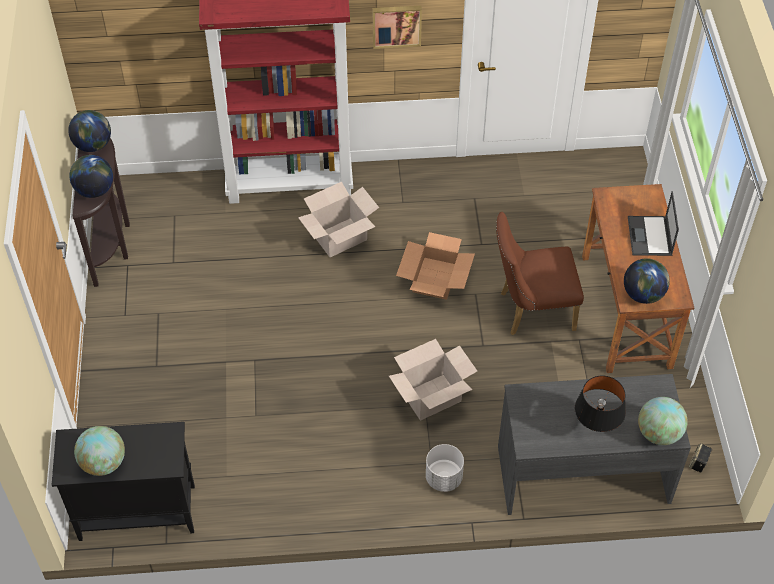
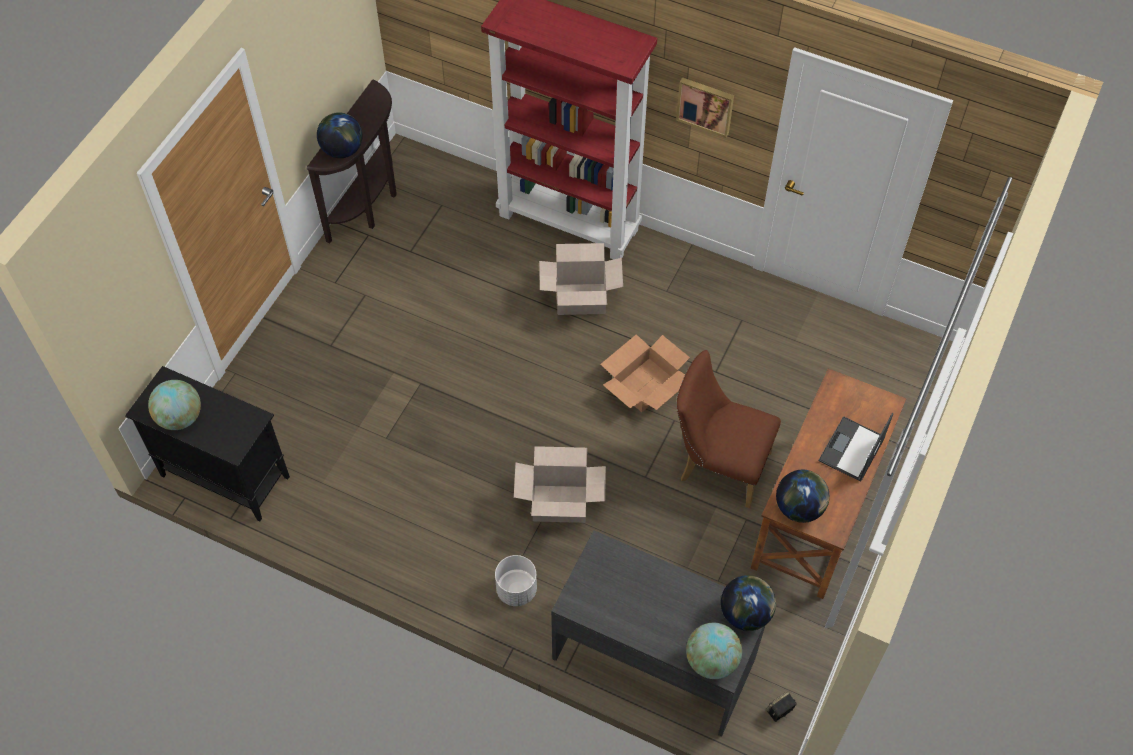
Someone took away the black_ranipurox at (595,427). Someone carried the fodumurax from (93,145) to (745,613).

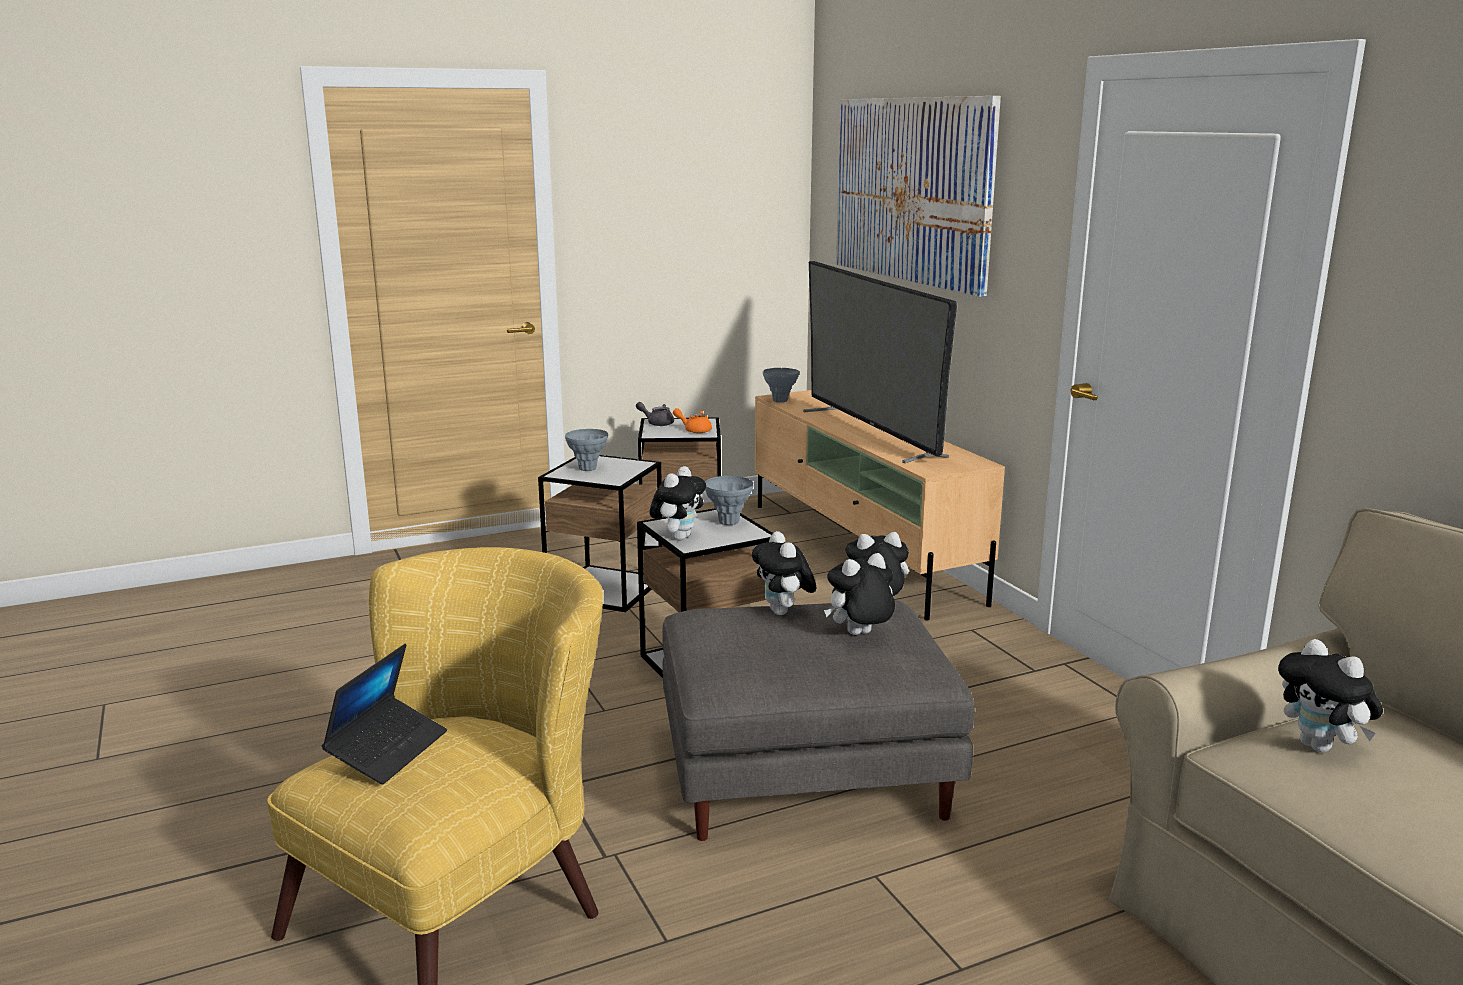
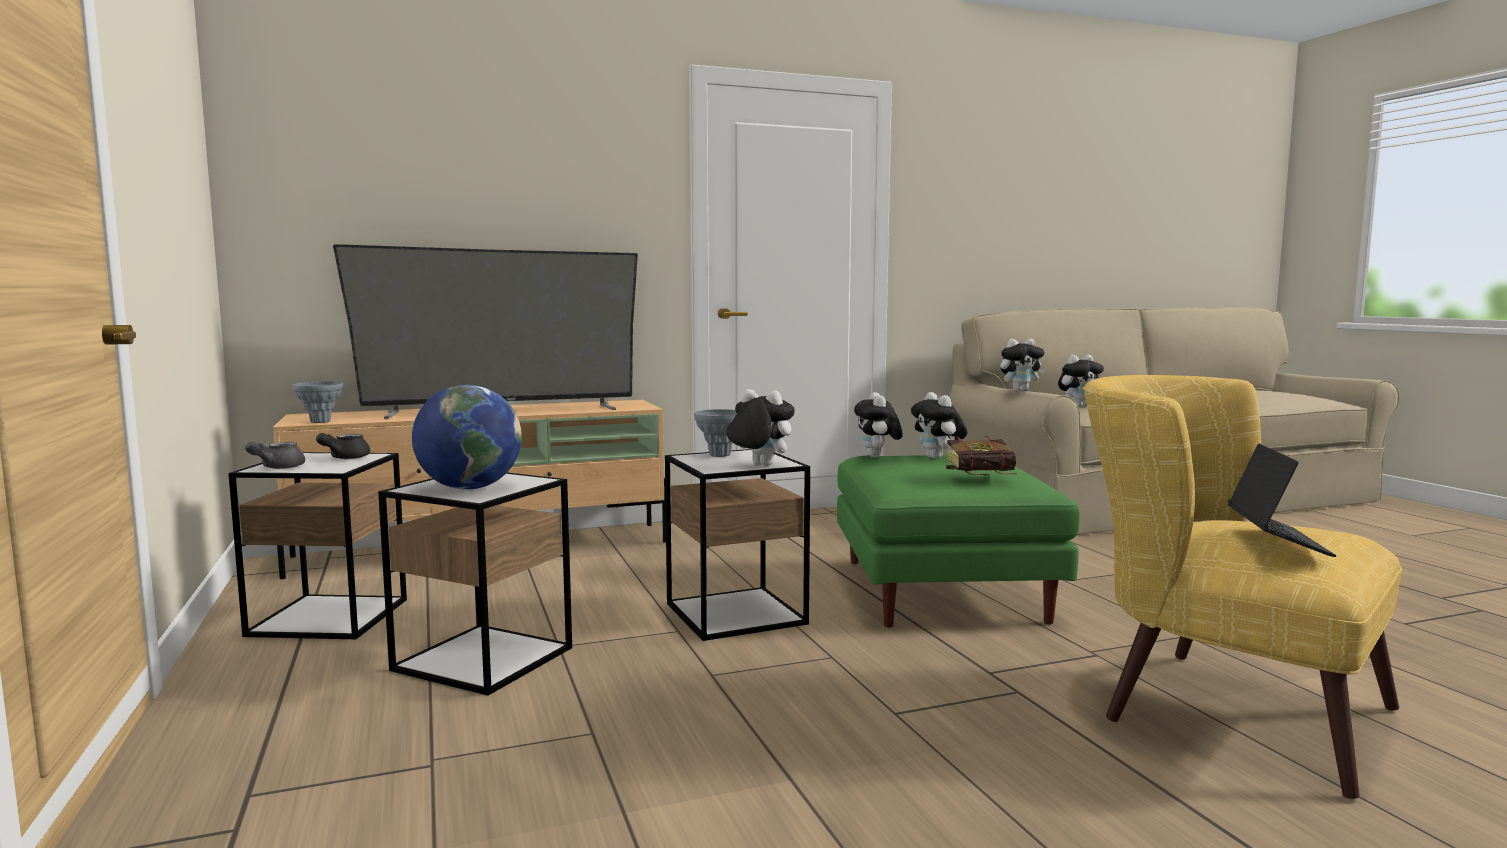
Someone took away the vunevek at (911,190). Someone put down the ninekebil at (986,477). Someone carried the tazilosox from (783,612) to (1020,391). Someone swapped the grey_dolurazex at (587,469) for the fodumurax at (469,488). Someone repainted the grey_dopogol at (802,777), which became the green_dopogol at (944,591). Someone repainted the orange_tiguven at (694,430), which became the black_tiguven at (344,458). Someone rotated the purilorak at (388,750) by 75 degrees clockwise.

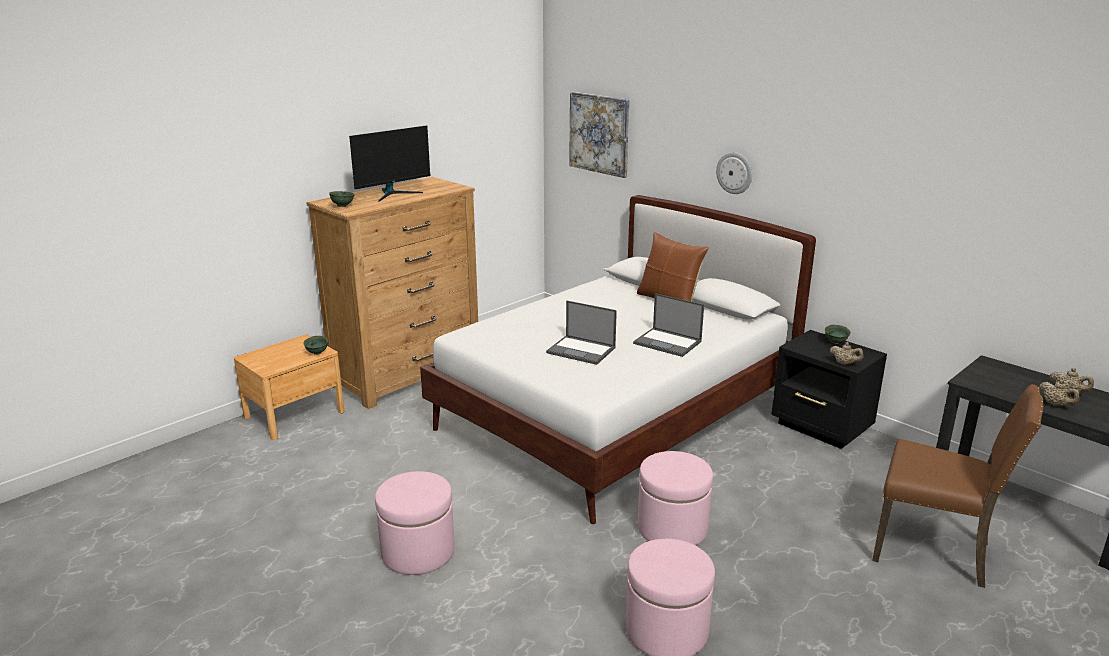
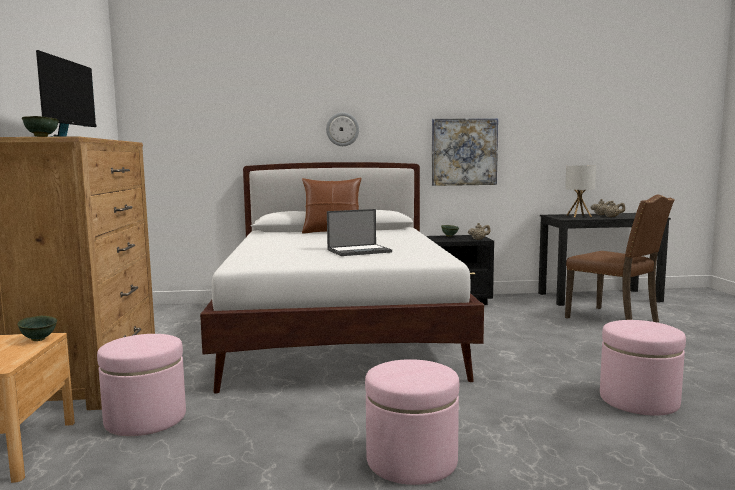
Someone took away the purilorak at (668,342). Someone put down the ranipurox at (578,216). Someone carried the vunevek from (599,134) to (464,152). Someone carried the pink_dopogol from (672,528) to (145,419). Someone rotated the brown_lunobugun at (934,550) by 75 degrees clockwise.

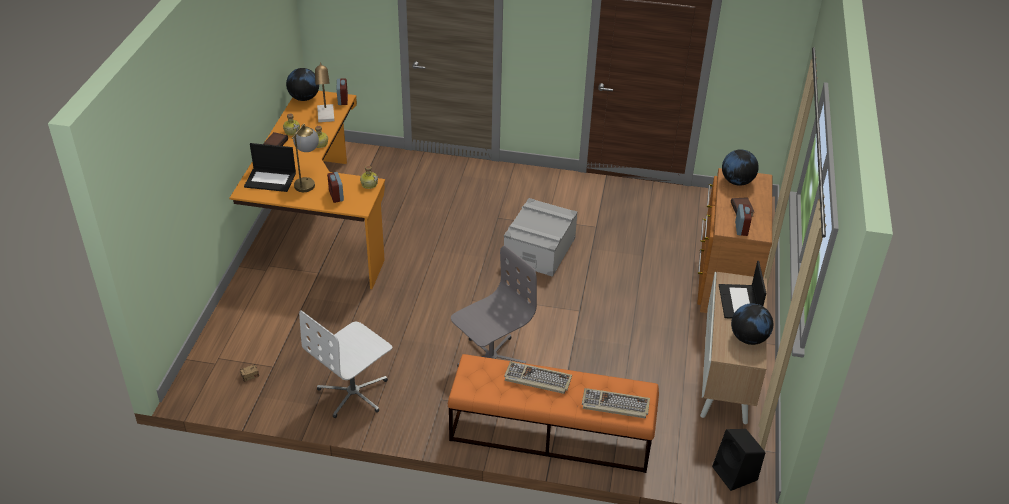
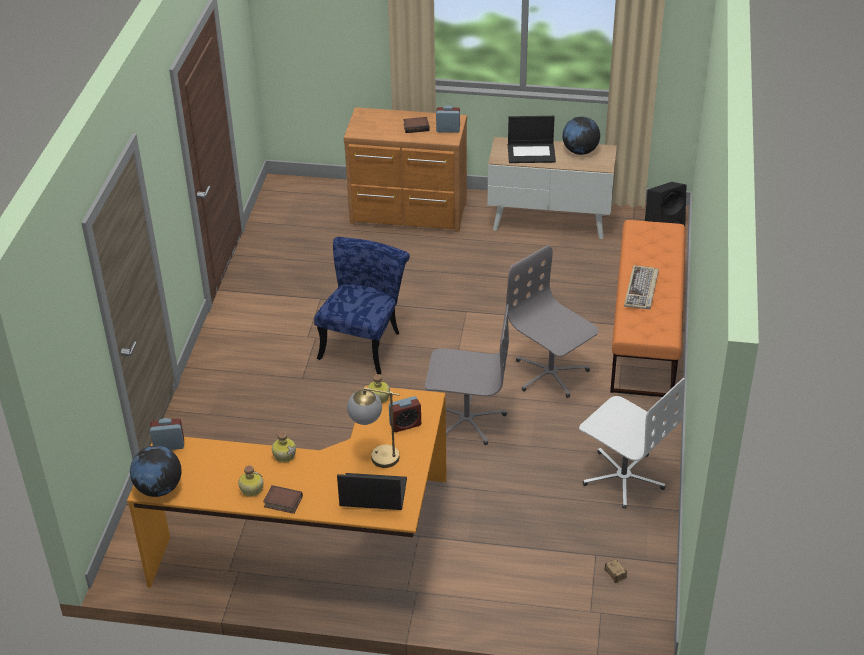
Someone took away the ranipurox at (326,116). Someone took away the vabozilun at (614,405). Someone took away the fodumurax at (737,181). Someone put down the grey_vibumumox at (466,420). Someone swapped the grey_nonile at (539,250) for the blue_lunobugun at (364,342). Someone rotated the purilorak at (271,180) by 90 degrees counterclockwise.

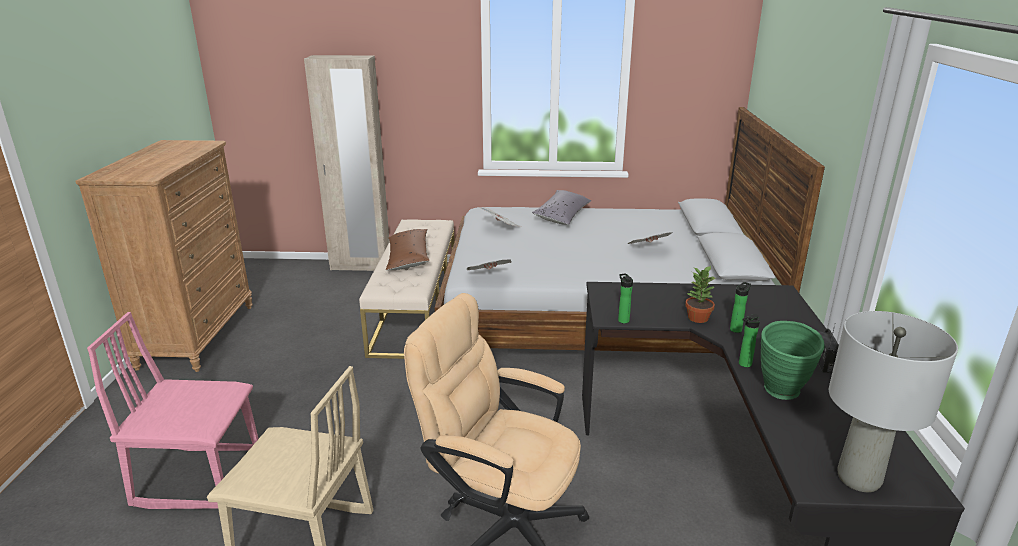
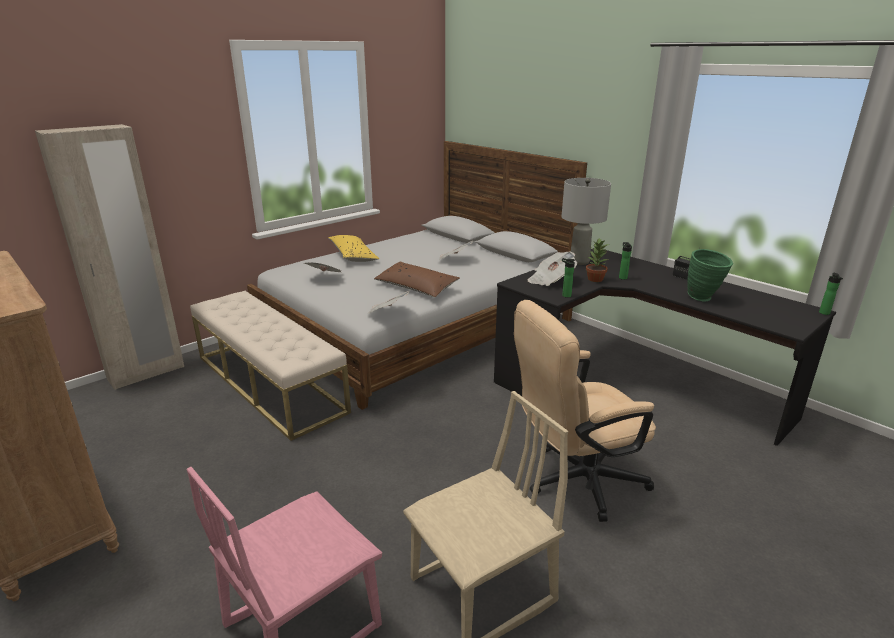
Someone put down the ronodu at (550,280). Someone carried the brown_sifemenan from (408,257) to (416,287). Someone carried the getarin from (743,364) to (825,313). Someone carried the grey_ranipurox from (859,478) to (579,261). Someone repainted the grey_sifemenan at (562,215), which became the yellow_sifemenan at (353,256).

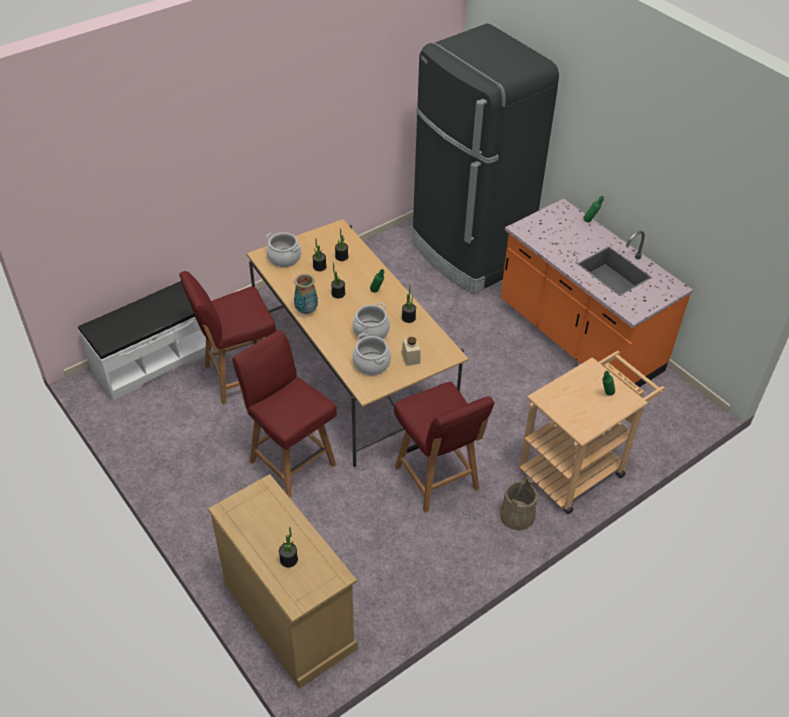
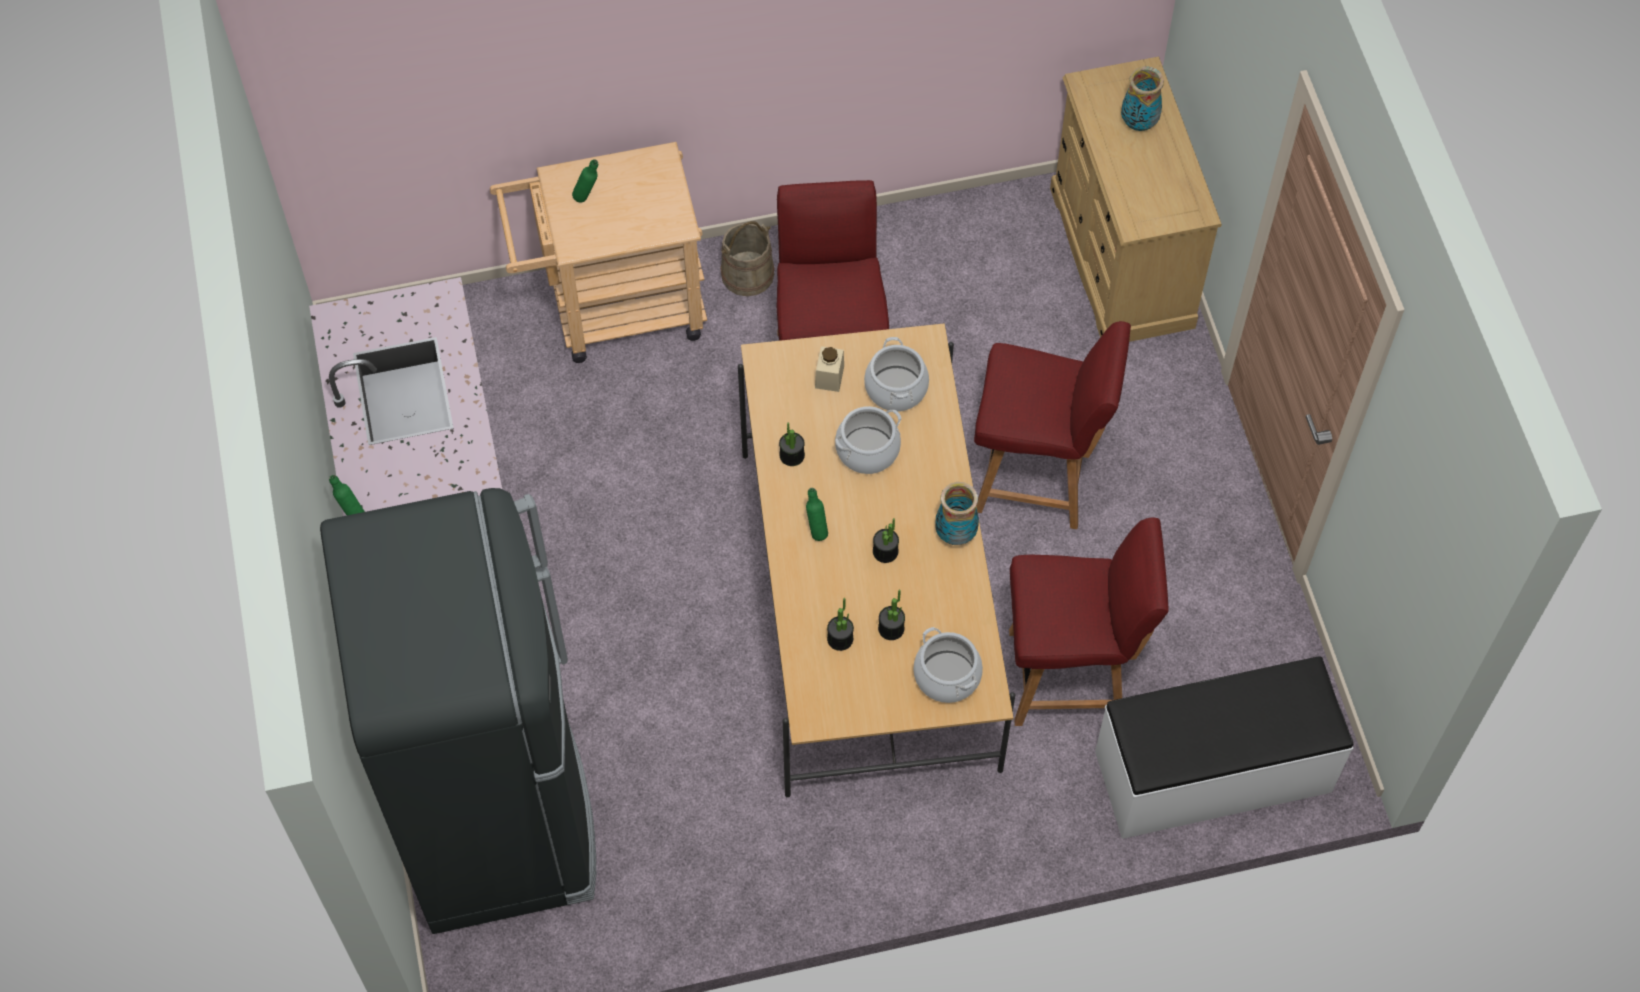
Someone swapped the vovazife at (288,560) for the dolurazex at (1138,123). Someone rotated the red_lunobugun at (291,461) by 60 degrees counterclockwise.

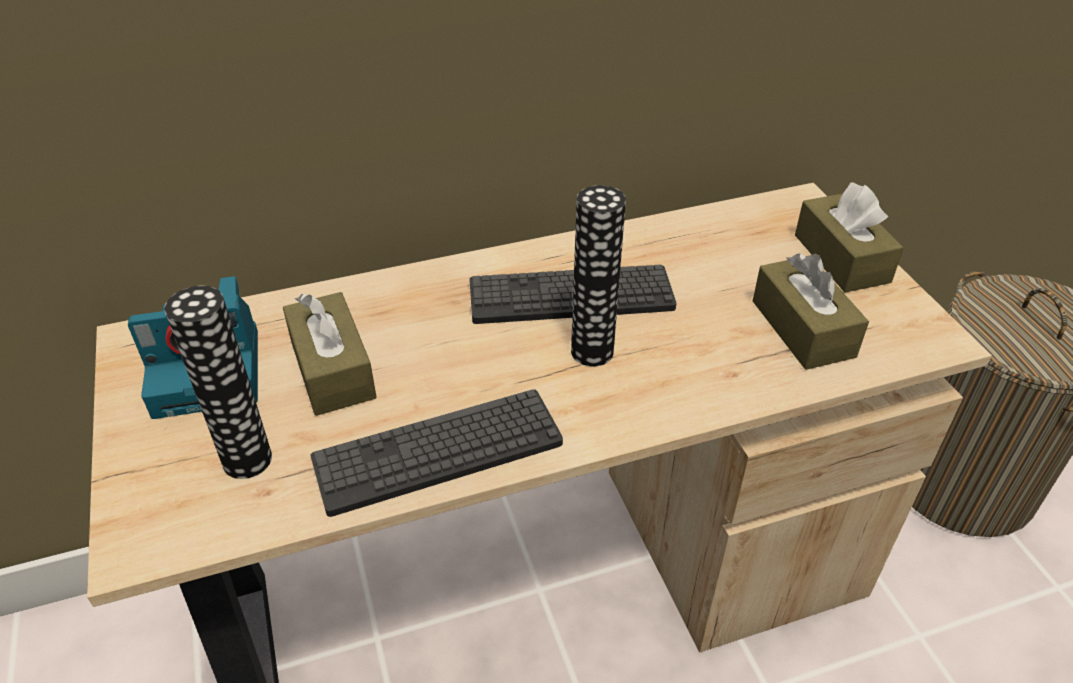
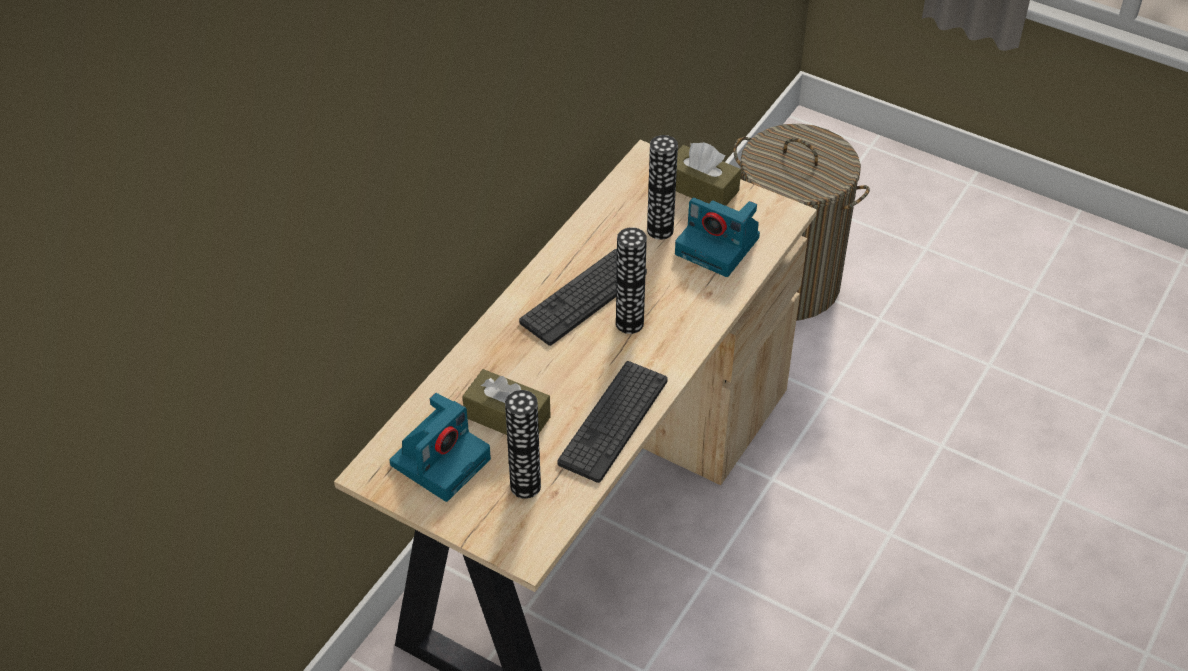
Someone put down the dolurazex at (660,230). Someone swapped the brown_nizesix at (802,328) for the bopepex at (719,246).

